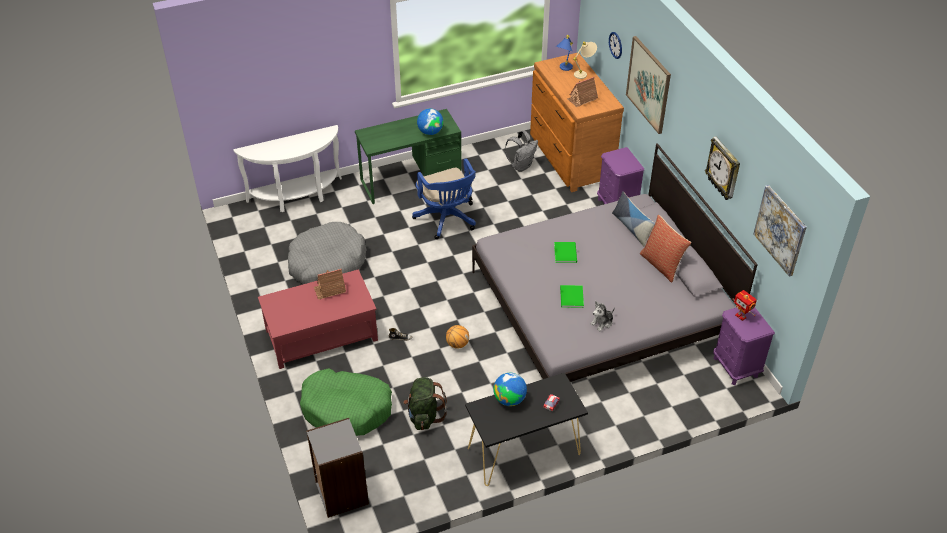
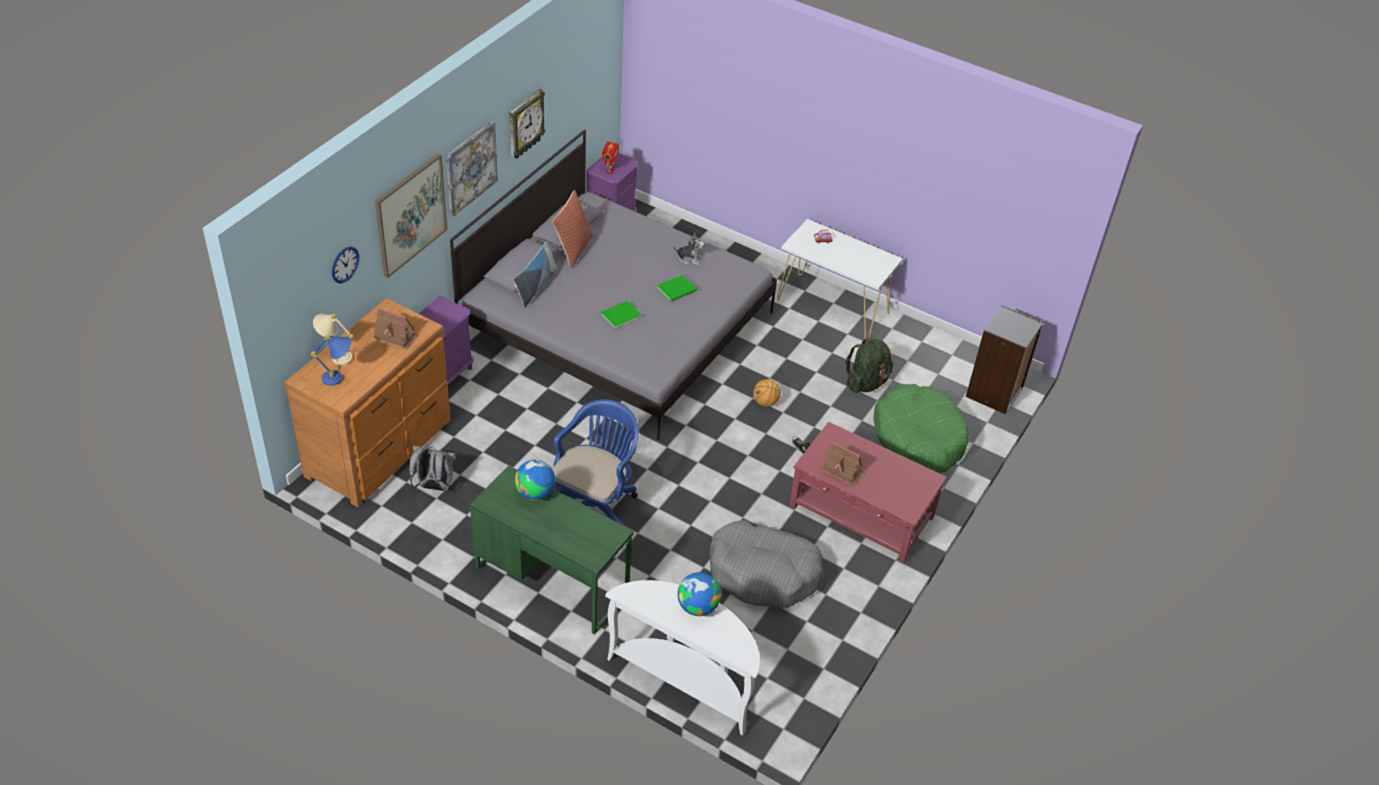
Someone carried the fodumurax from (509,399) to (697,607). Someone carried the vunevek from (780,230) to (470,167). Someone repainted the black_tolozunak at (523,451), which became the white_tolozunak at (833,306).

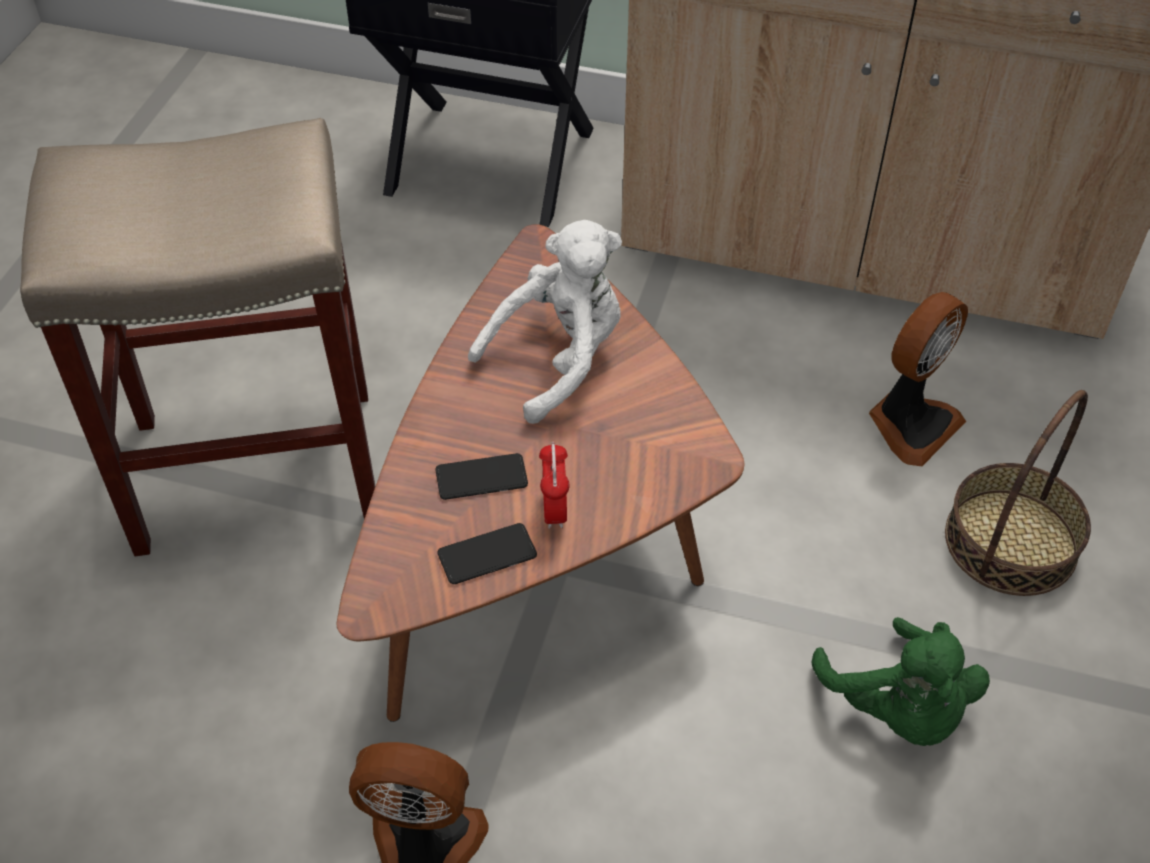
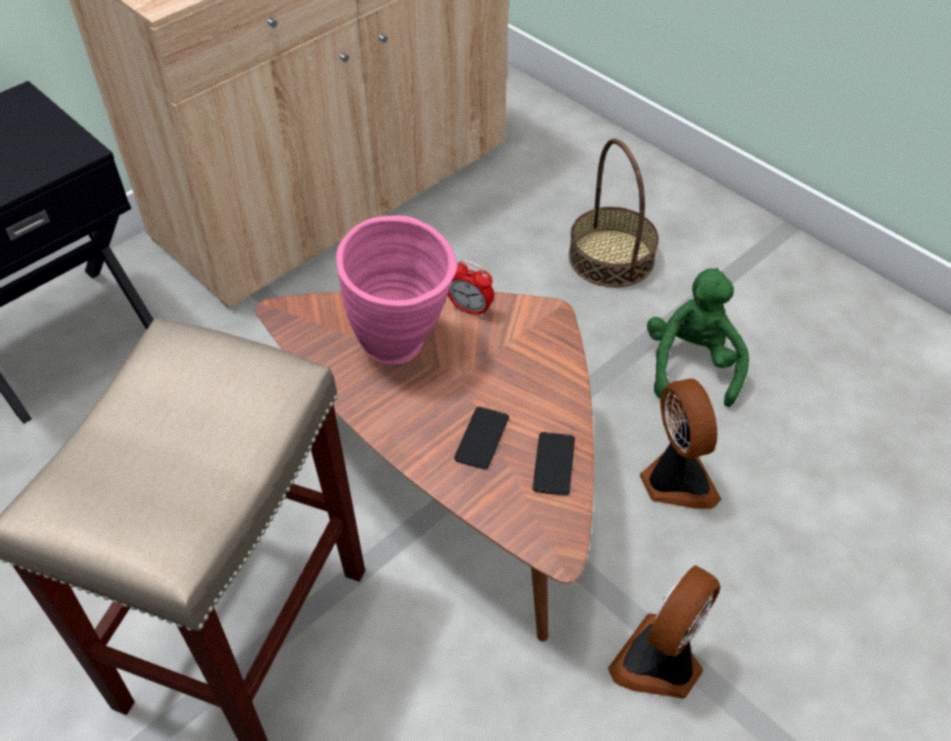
Someone carried the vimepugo from (554,511) to (470,309). Someone carried the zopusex from (910,423) to (675,480). Someone swapped the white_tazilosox at (559,359) for the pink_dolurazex at (404,349). Someone rotated the green_tazilosox at (898,709) by 90 degrees counterclockwise.

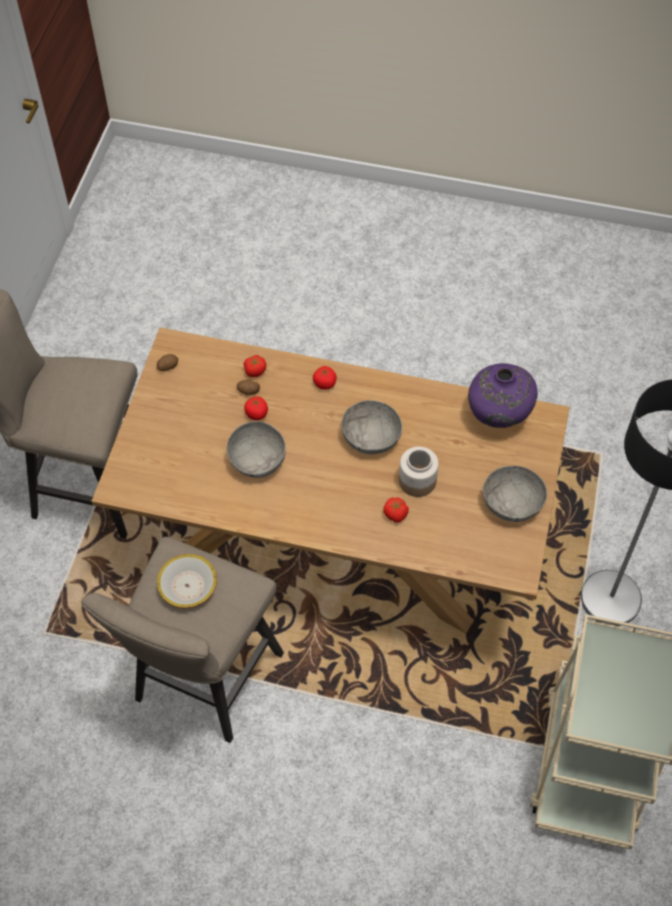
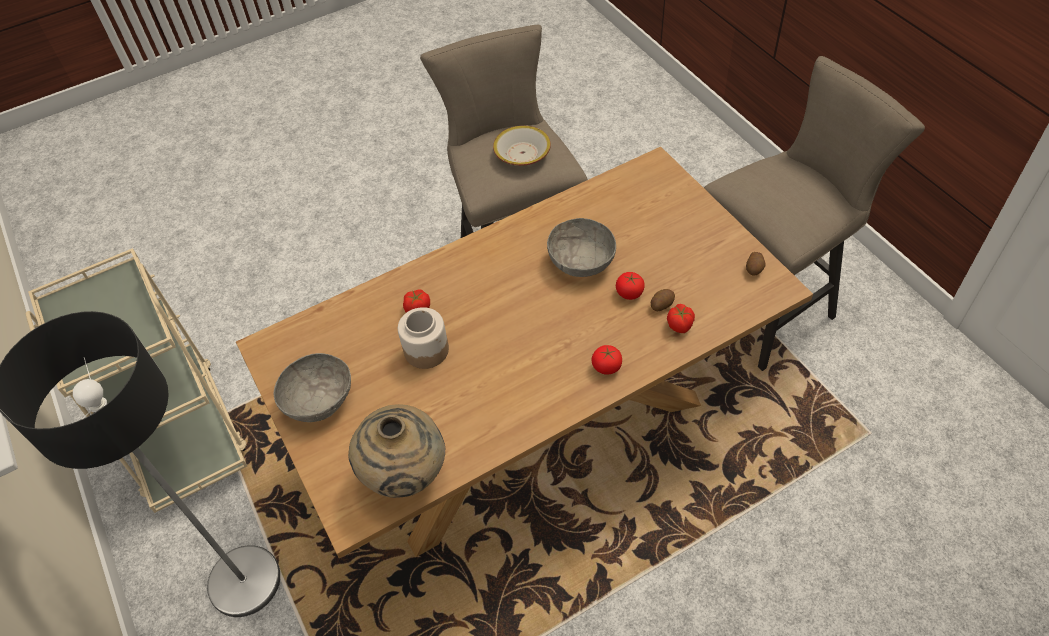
Someone took away the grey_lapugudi at (370,437). Someone repainted the purple_dolurazex at (497,417), which became the beige_dolurazex at (405,474).

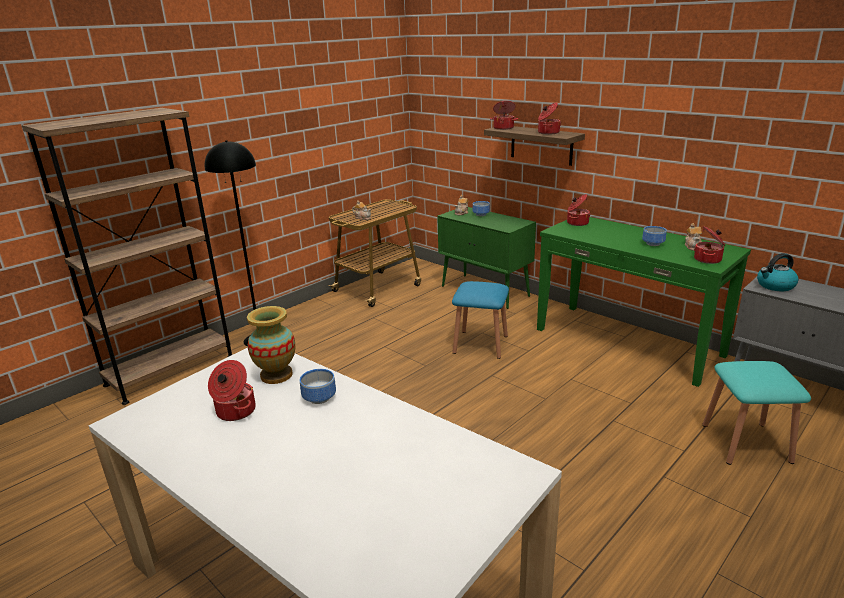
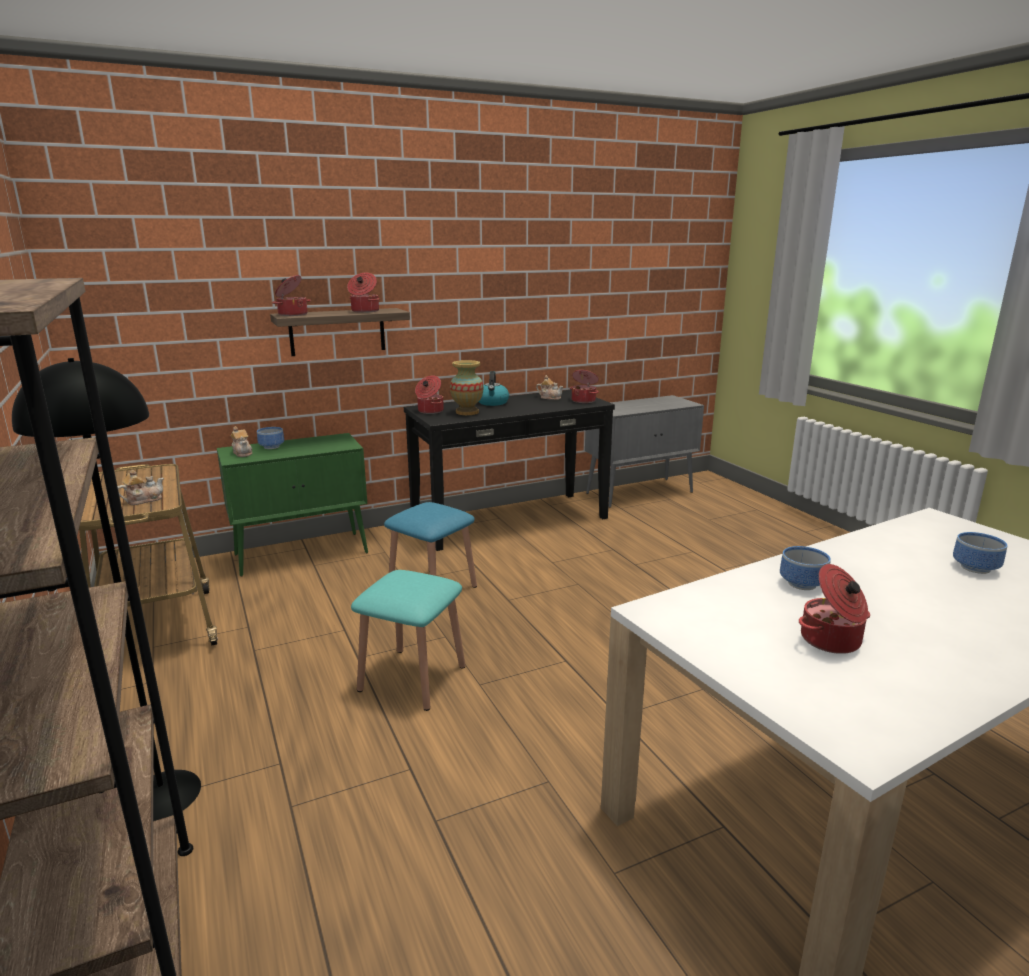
Someone carried the dolurazex from (276,375) to (467,412). Someone carried the lapugudi from (654,244) to (975,567). Someone carried the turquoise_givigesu from (746,443) to (412,678). Someone carried the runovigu from (775,286) to (492,403). Someone repainted the green_tolozunak at (627,342), which became the black_tolozunak at (509,520).

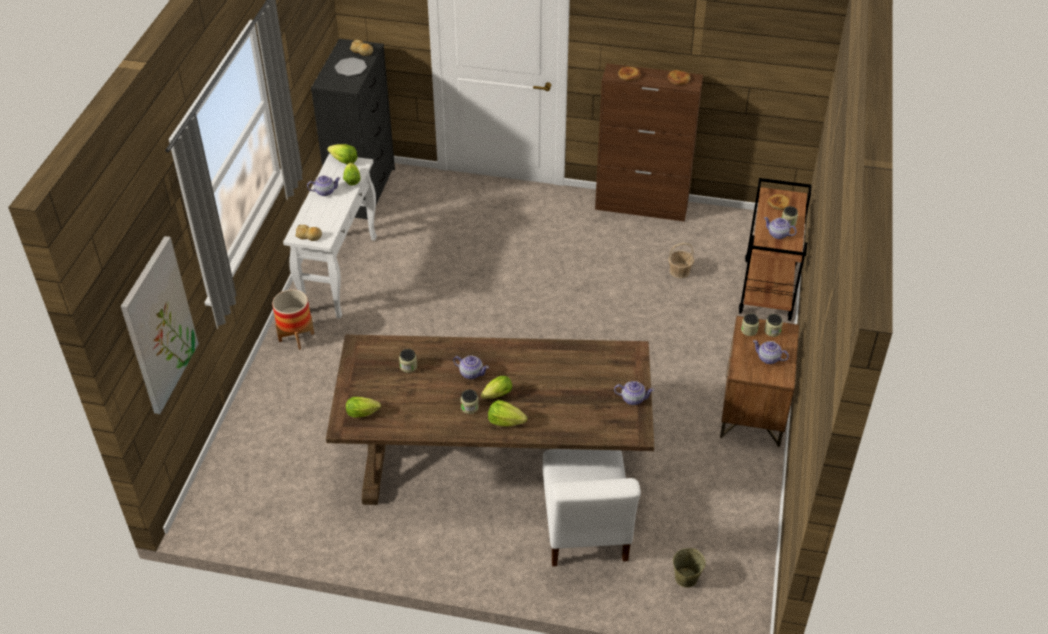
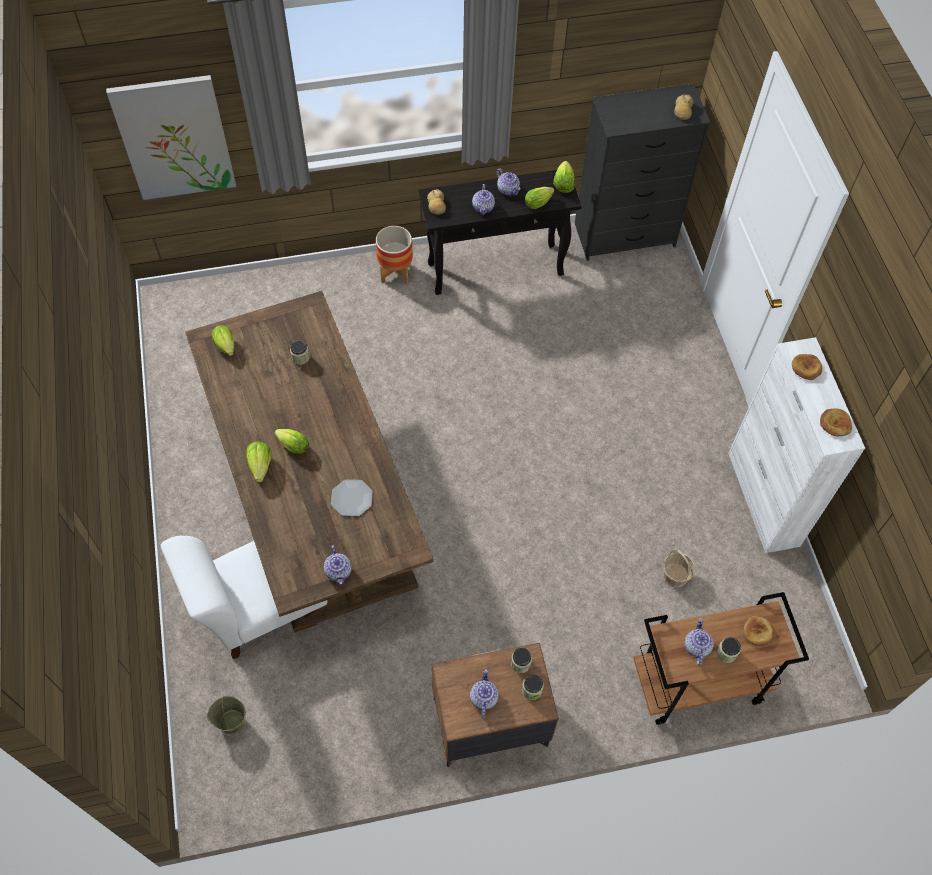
Someone took away the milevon at (469,407). Someone carried the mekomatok from (350,68) to (352,498). Someone carried the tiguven from (471,373) to (483,207). Someone repainted the white_tolozunak at (340,273), which became the black_tolozunak at (496,268). Someone repainted the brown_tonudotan at (642,206), which became the white_tonudotan at (763,499).

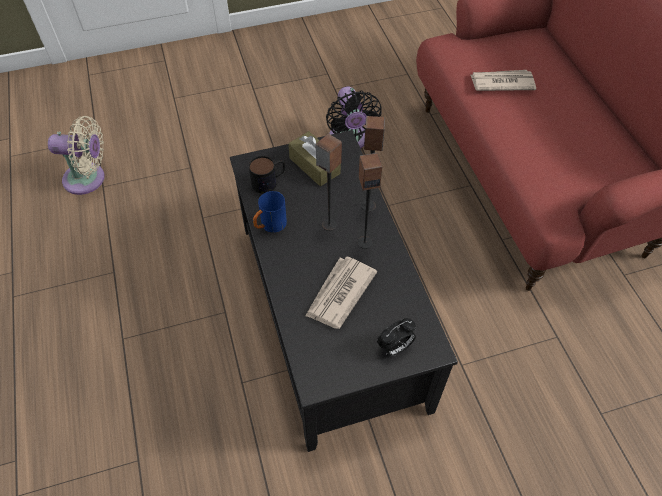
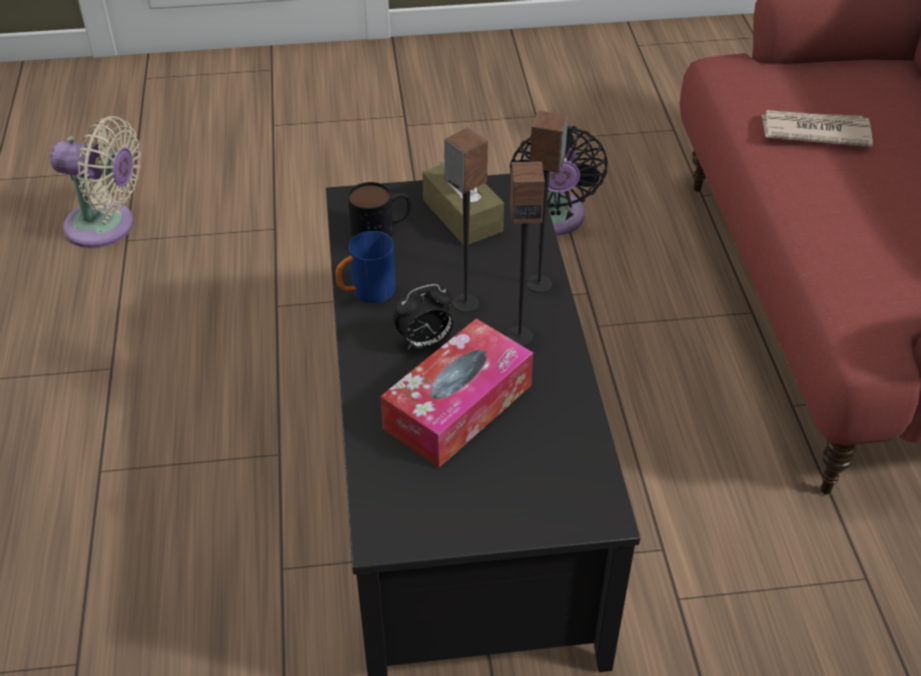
Someone carried the vimepugo from (395,347) to (424,342). Someone swapped the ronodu at (339,294) for the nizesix at (458,407).

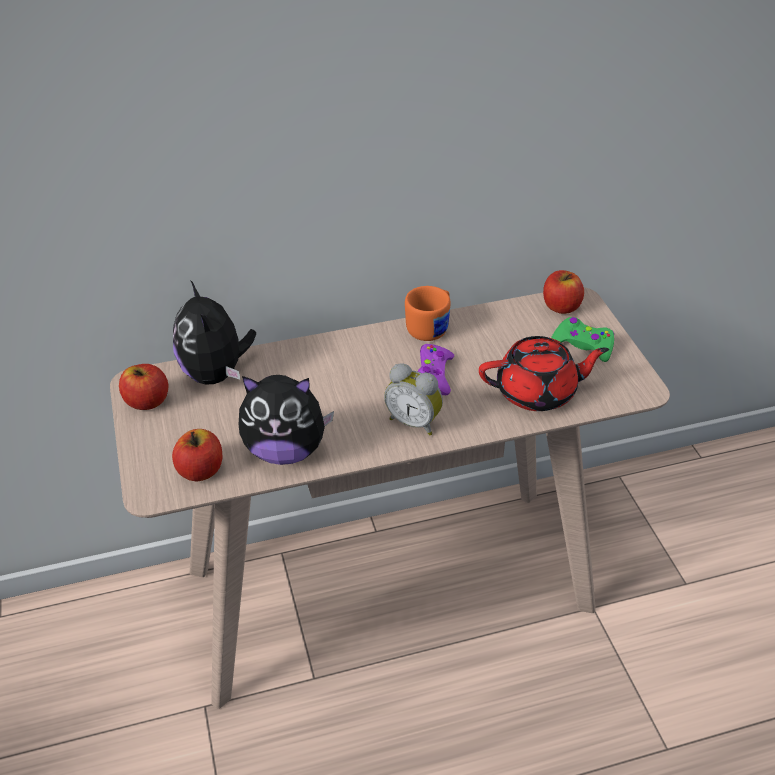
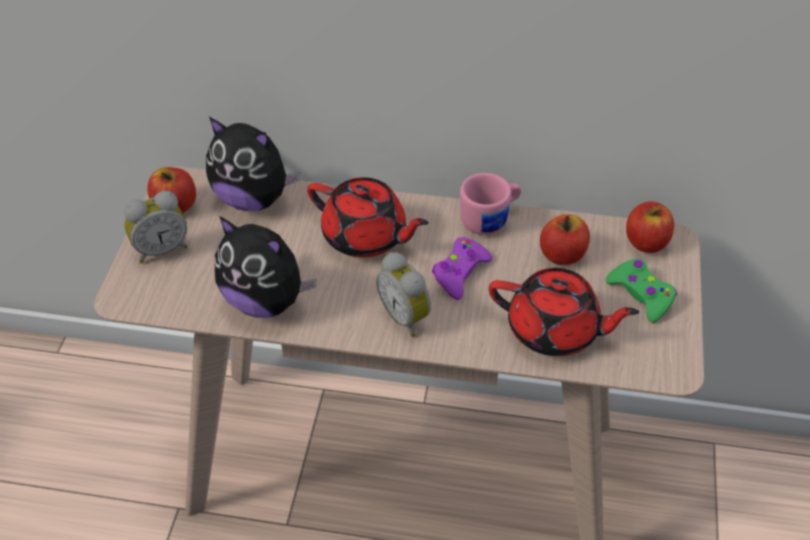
Someone put down the vimepugo at (161,249). Someone put down the red_tiguven at (366,237). Someone carried the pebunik from (201,470) to (562,255). Someone repainted the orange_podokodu at (431,328), which became the pink_podokodu at (490,220). Someone rotated the tazilosox at (216,374) by 75 degrees counterclockwise.

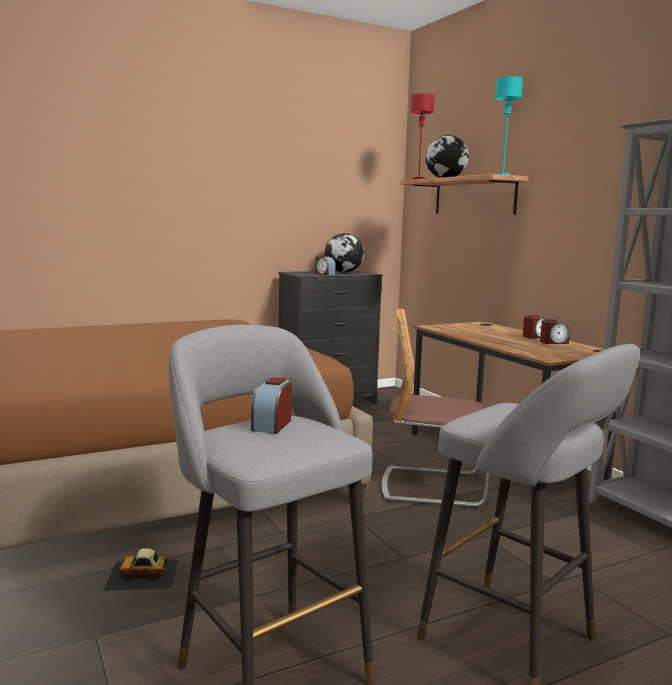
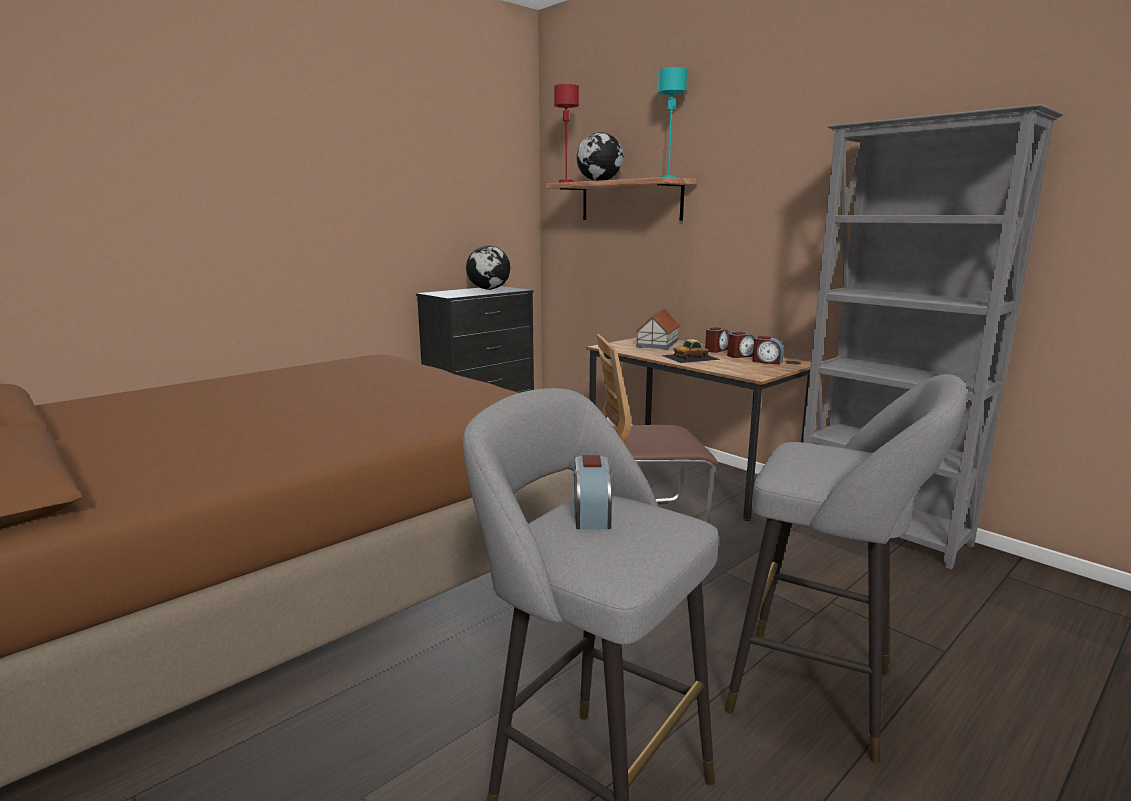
Someone put down the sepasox at (658,343). Someone carried the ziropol from (143,574) to (690,357). Someone carried the vimepugo from (324,274) to (767,361).

